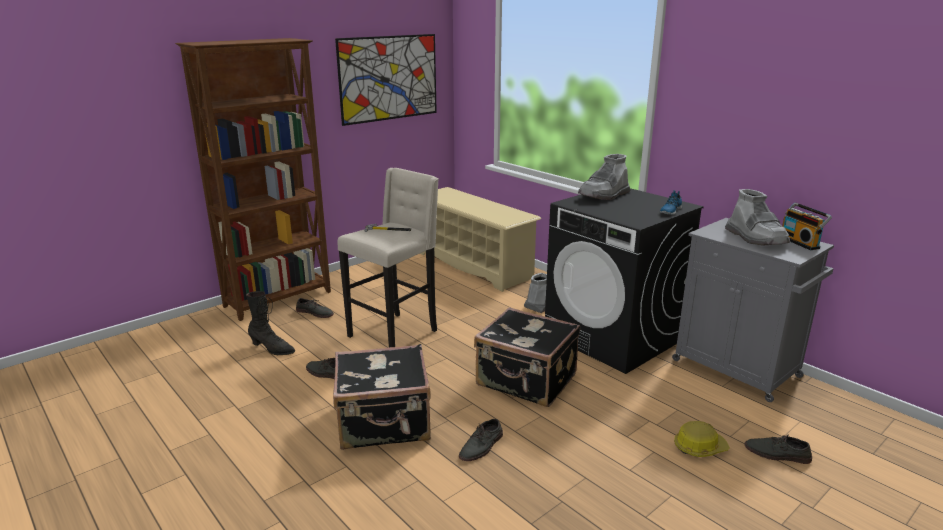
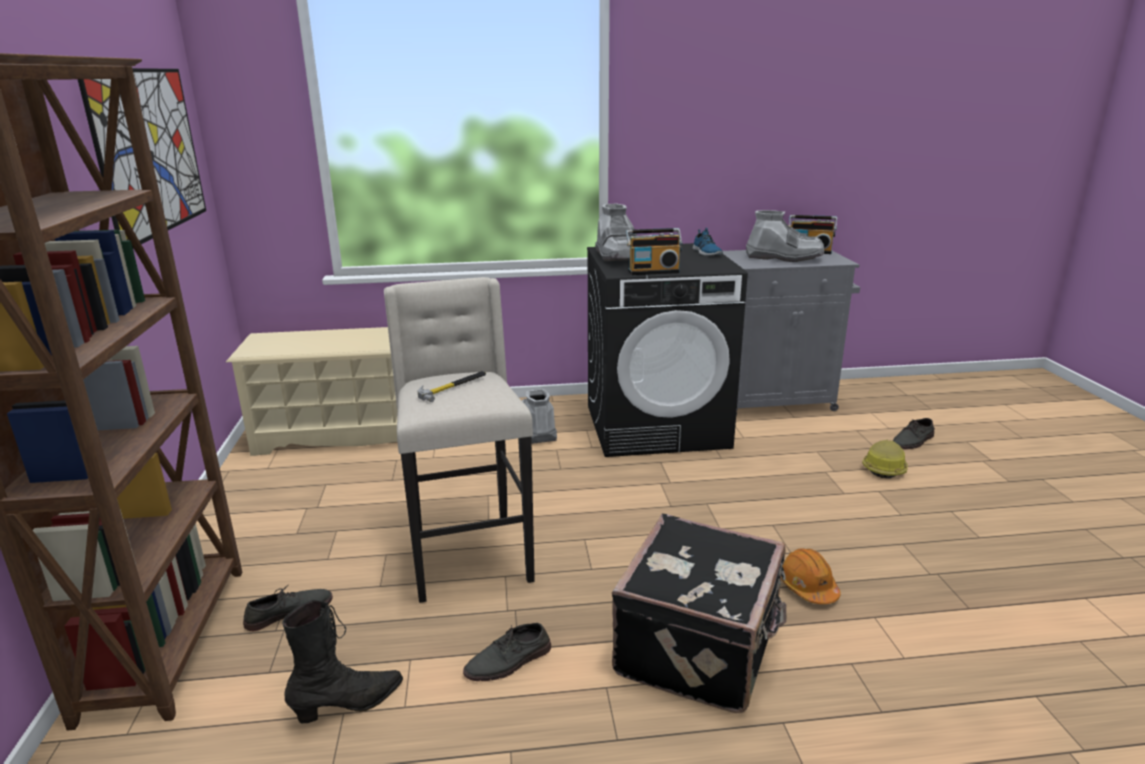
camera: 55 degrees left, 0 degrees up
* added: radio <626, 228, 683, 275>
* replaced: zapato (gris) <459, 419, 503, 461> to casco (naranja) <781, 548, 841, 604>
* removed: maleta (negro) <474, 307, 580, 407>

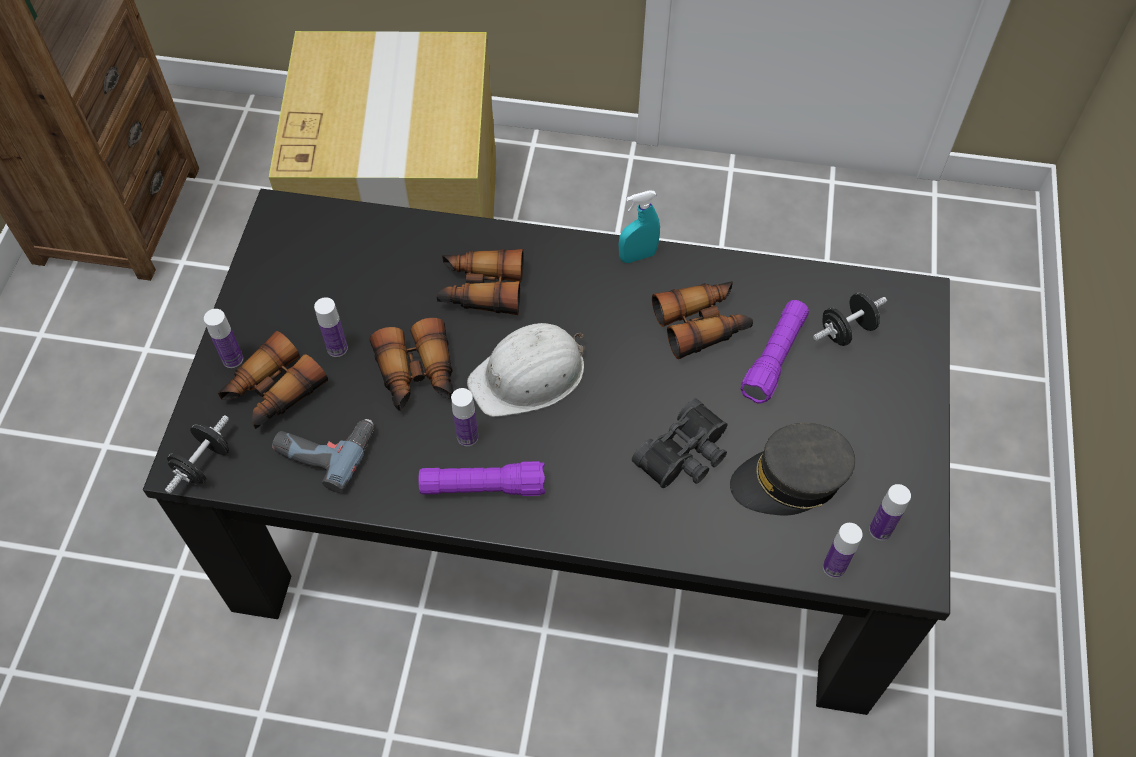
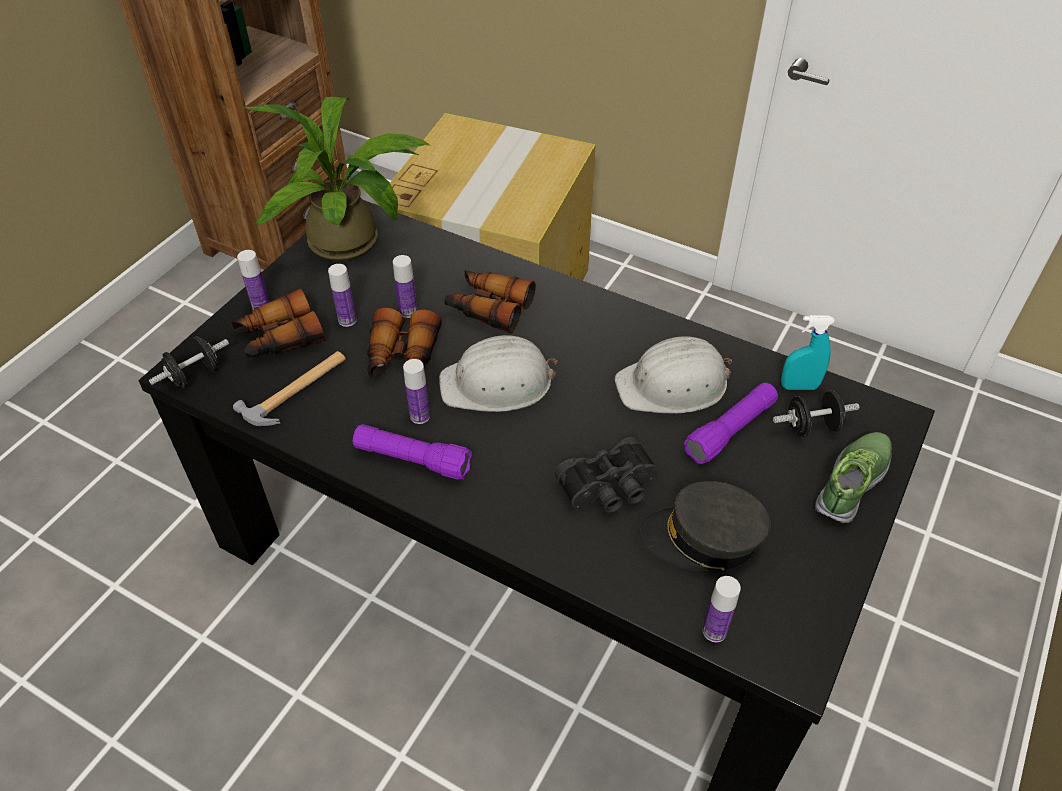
camera: 20 degrees right, 10 degrees down
* replaced: taladro <272, 419, 374, 493> to martillo <233, 351, 346, 426>
* added: planta en maceta <244, 97, 431, 261>
* moved: botella <869, 484, 911, 540> to <393, 255, 418, 318>
* replaced: prismáticos <652, 281, 753, 359> to casco (blanco) <615, 336, 732, 414>
* moved: pulverizador (turquesa) <619, 190, 660, 263> to <781, 315, 835, 390>
* added: zapato <815, 432, 892, 523>

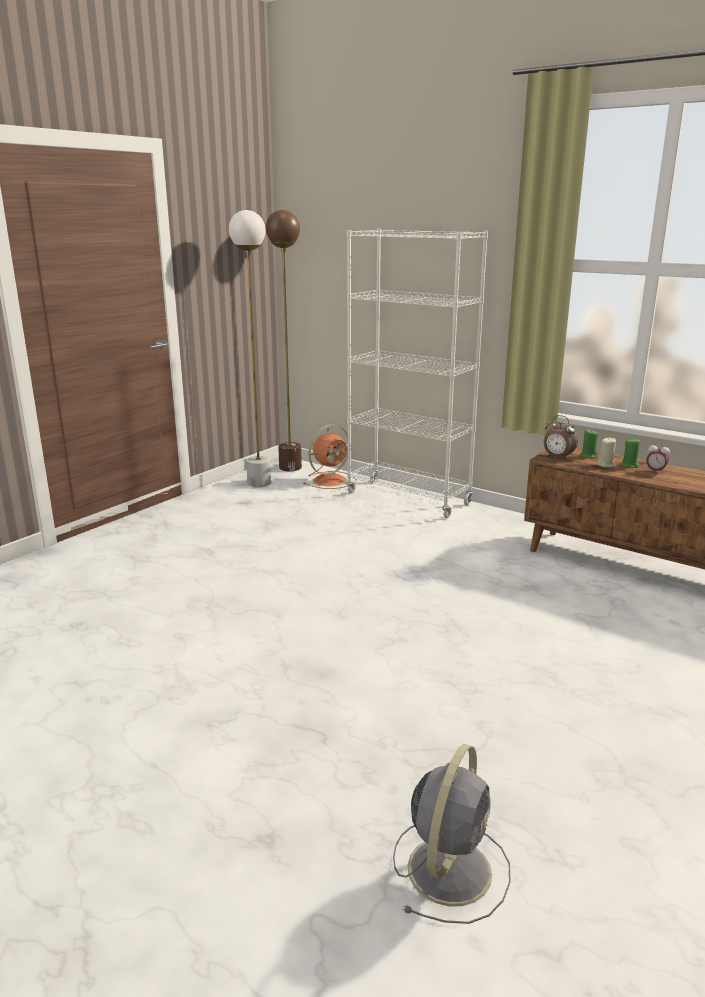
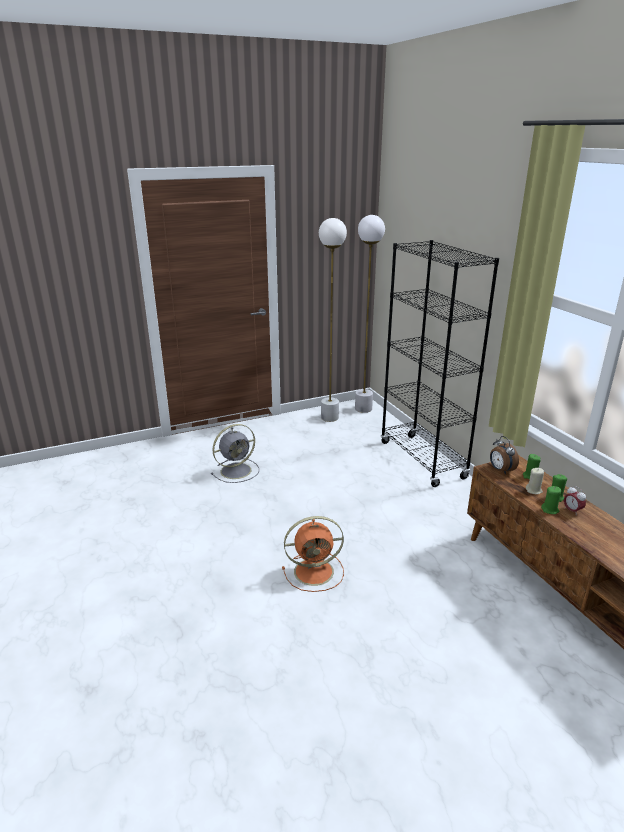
camera: 30 degrees right, 5 degrees up
* moved: ventilador (gris) <393, 744, 511, 924> to <211, 424, 259, 483>
* moved: ventilador (naranja) <303, 424, 356, 489> to <282, 516, 344, 592>
* recoloured: lámpara de pie (marrón) <265, 210, 302, 472> to lámpara de pie (blanco) <355, 215, 385, 413>
* recoloured: estantería (blanco) <346, 229, 488, 518> to estantería (negro) <381, 240, 499, 487>
* added: vela (verde) <541, 486, 561, 514>

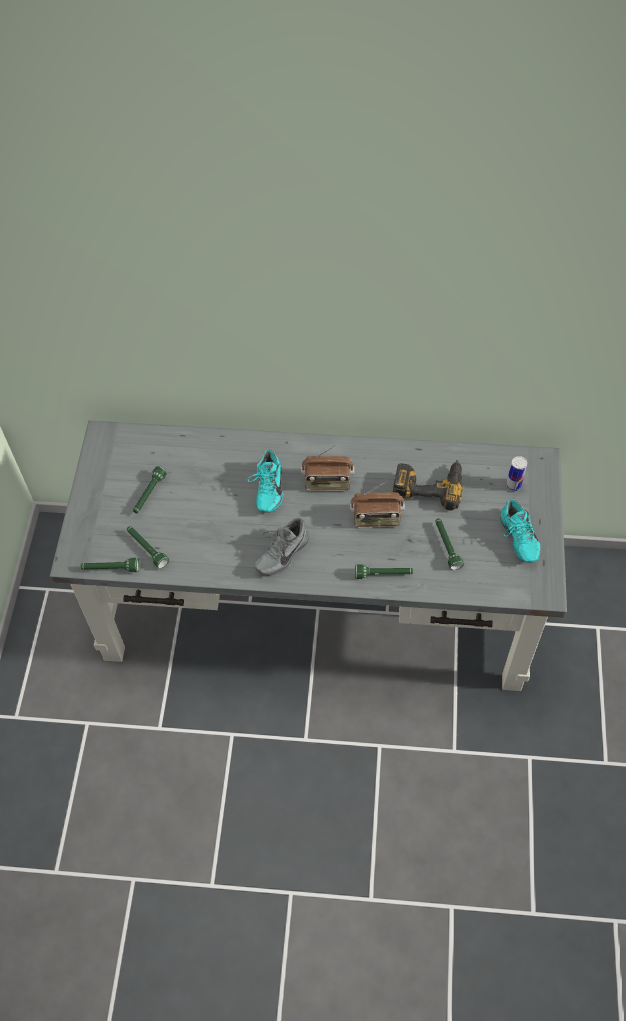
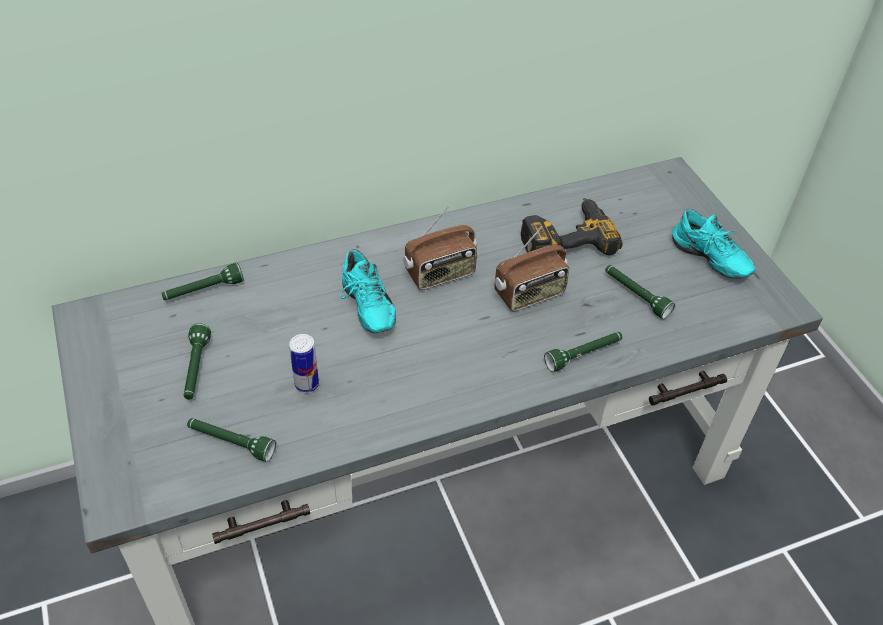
camera: 30 degrees left, 10 degrees down
* moved: linterna (verde) <81, 558, 139, 572> to <161, 263, 244, 300>
* moved: lata <506, 456, 527, 491> to <289, 334, 319, 393>
* removed: zapato (gris) <255, 518, 309, 575>

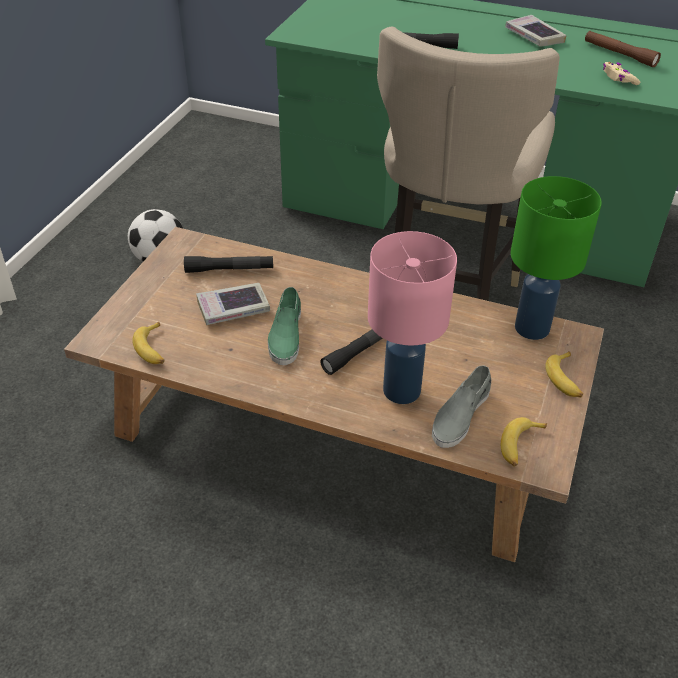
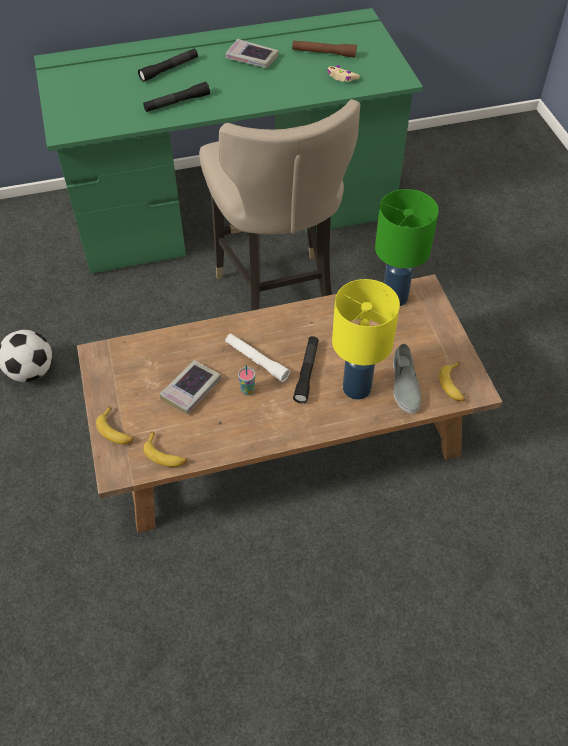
camera: 35 degrees left, 10 degrees up
* moved: plátano <545, 352, 583, 397> to <96, 406, 134, 444>
* moved: linterna (negro) <184, 256, 273, 273> to <138, 48, 198, 82>
* added: linterna (blanco) <225, 334, 290, 382>
* replaced: zapato (verde) <268, 287, 301, 365> to taza <238, 365, 255, 395>
* recoloured: lámpara de mesa (rosa) <368, 231, 457, 404> to lámpara de mesa (amarillo) <332, 279, 400, 400>

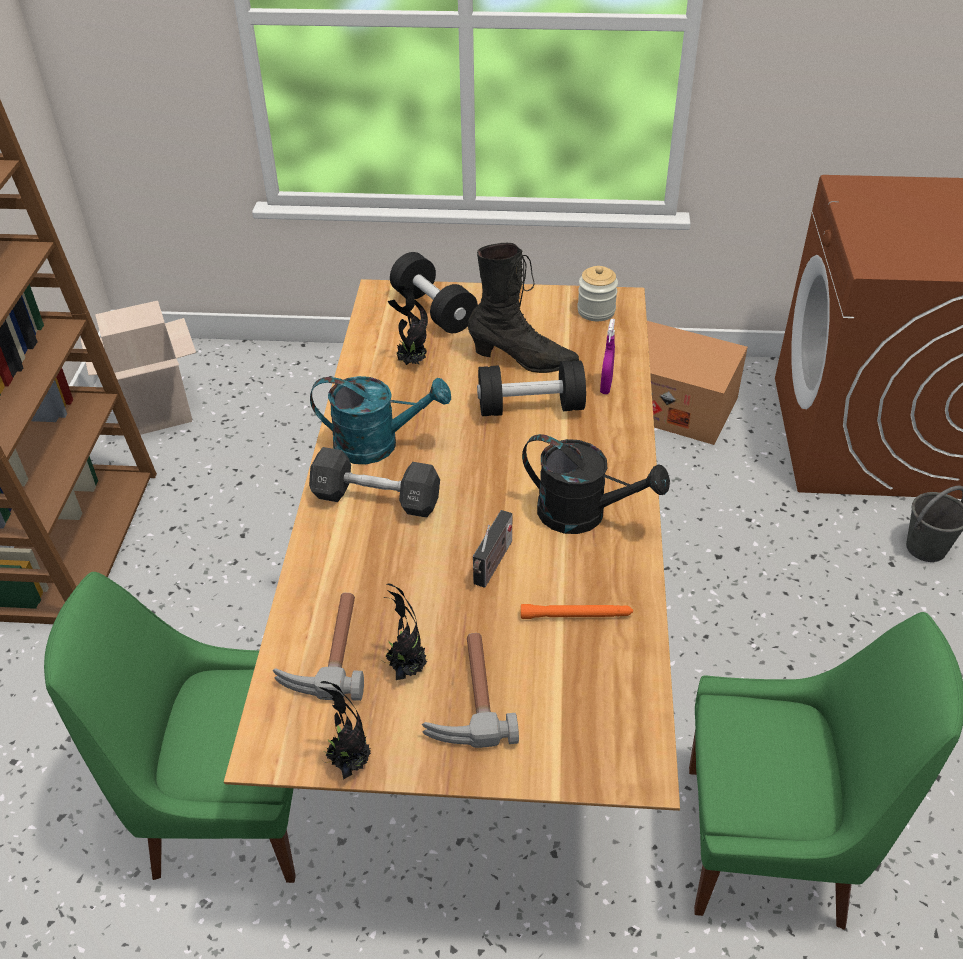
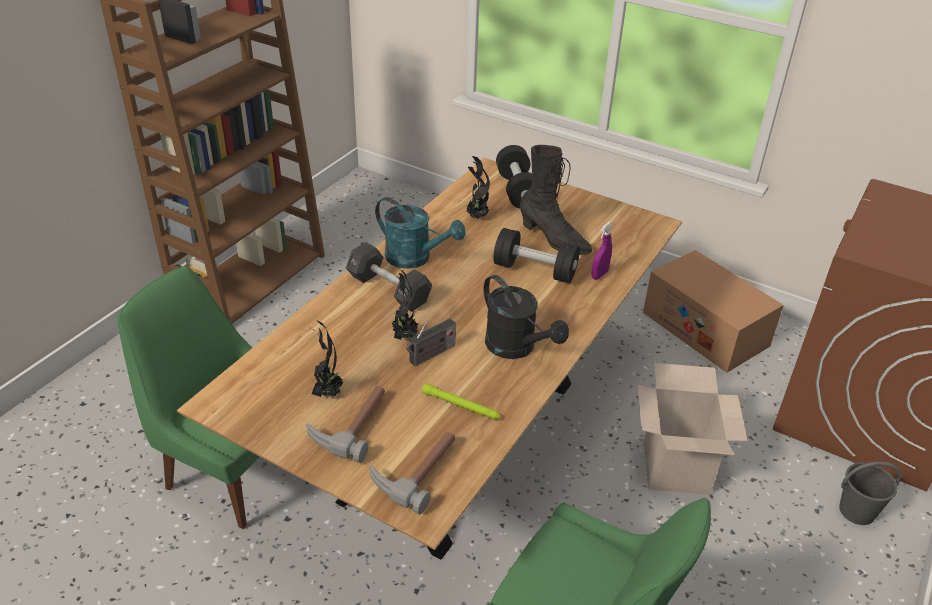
camera: 25 degrees right, 5 degrees down
* moved: martillo <272, 593, 364, 701> to <369, 431, 455, 514>
* moved: planta en maceta <319, 681, 371, 780> to <391, 268, 418, 340>
* recoloured: linterna (naranja) <521, 604, 633, 619> to linterna (verde) <422, 383, 500, 419>
* moved: caja de cartón <80, 301, 196, 435> to <637, 363, 748, 495>
* removed: tarro <577, 266, 618, 321>

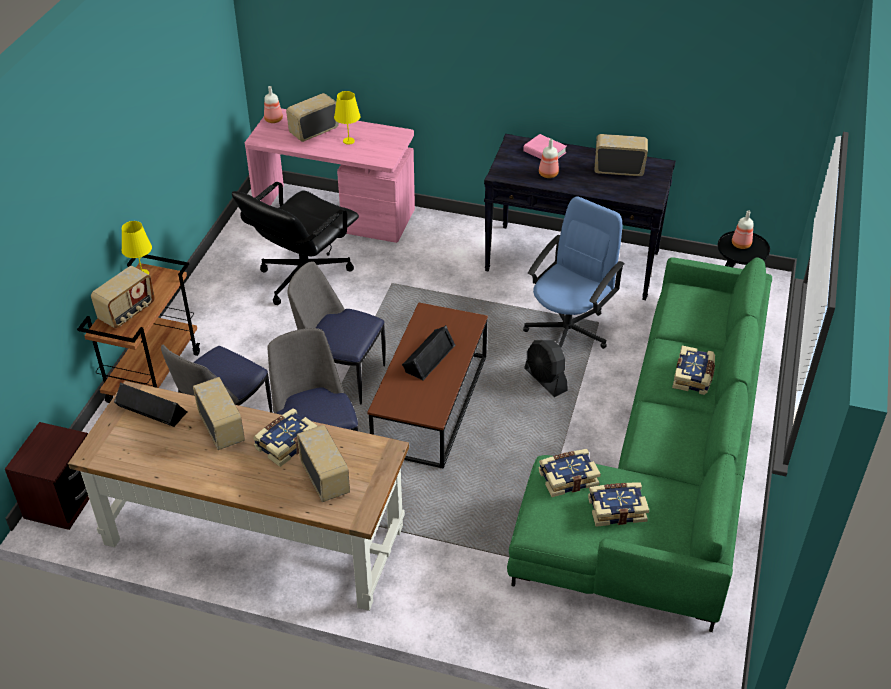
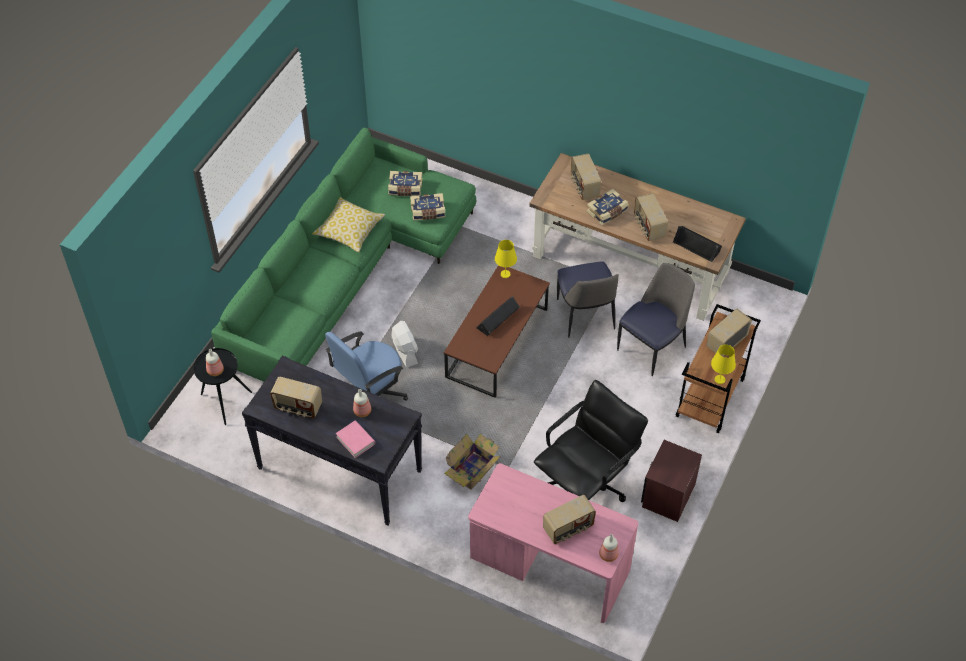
camera: 170 degrees left, 10 degrees up
* added: cojín <312, 197, 385, 252>
* recoloured: ventilador (negro) <524, 340, 568, 397> to ventilador (blanco) <391, 321, 418, 368>
* added: caja de cartón <444, 434, 501, 490>
* moved: lámpara de mesa (amarillo) <334, 91, 360, 145> to <495, 240, 517, 278>
* moved: mesita de noche (marrón) <5, 422, 89, 530> to <641, 440, 702, 522>
* removed: silla <287, 261, 385, 405>
* removed: libro <672, 345, 715, 395>

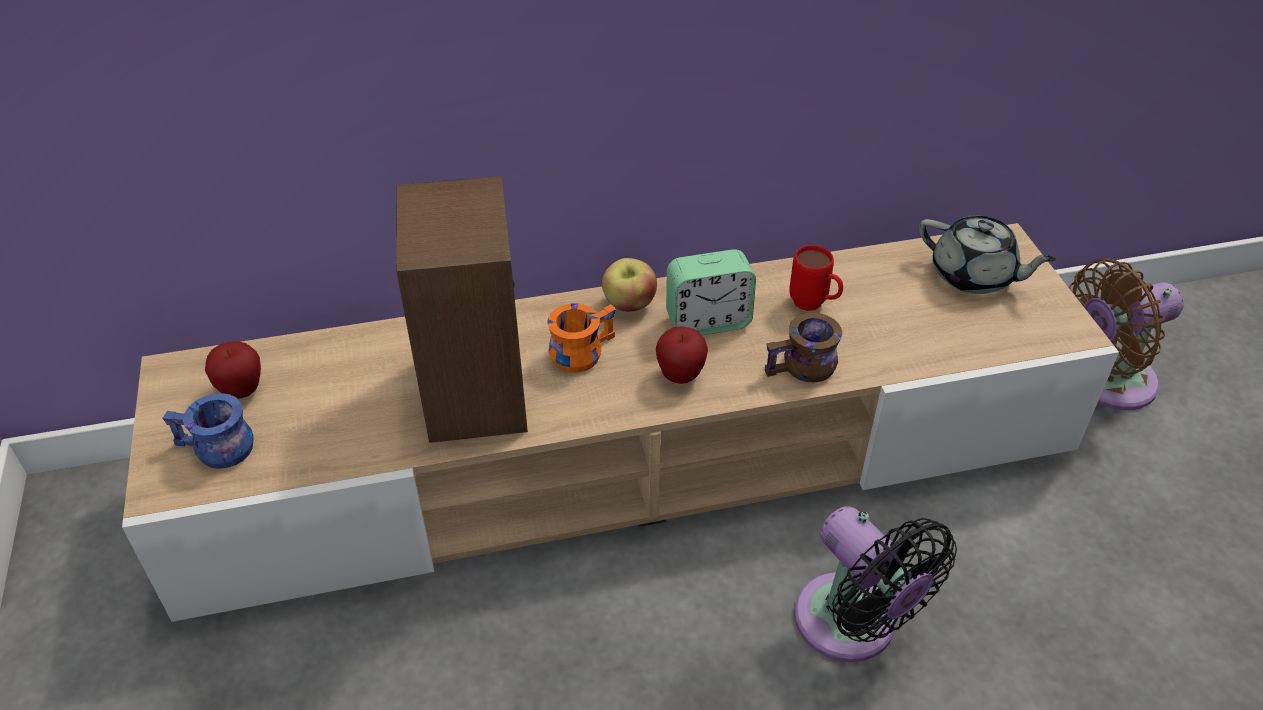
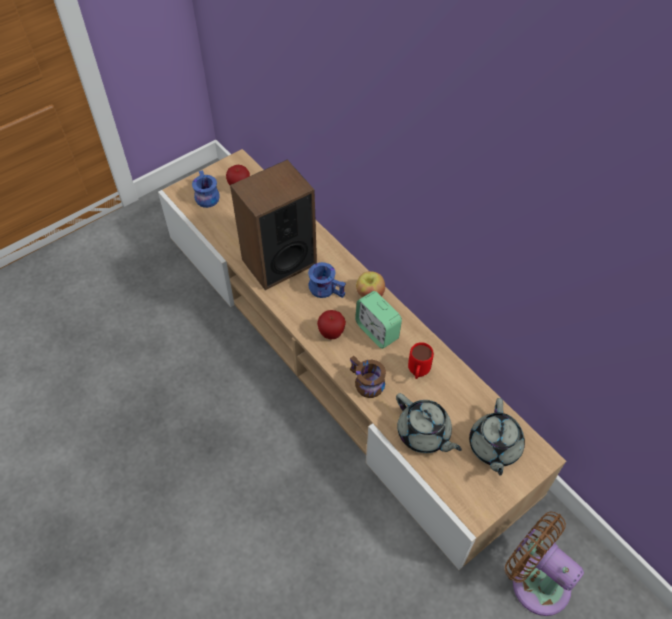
camera: 65 degrees right, 10 degrees up
* recoloured: taza grande (naranja) <547, 304, 616, 373> to taza grande (azul) <308, 262, 346, 298>
* added: tetera (gris) <396, 393, 462, 453>
* removed: ventilador (negro) <794, 506, 957, 662>

